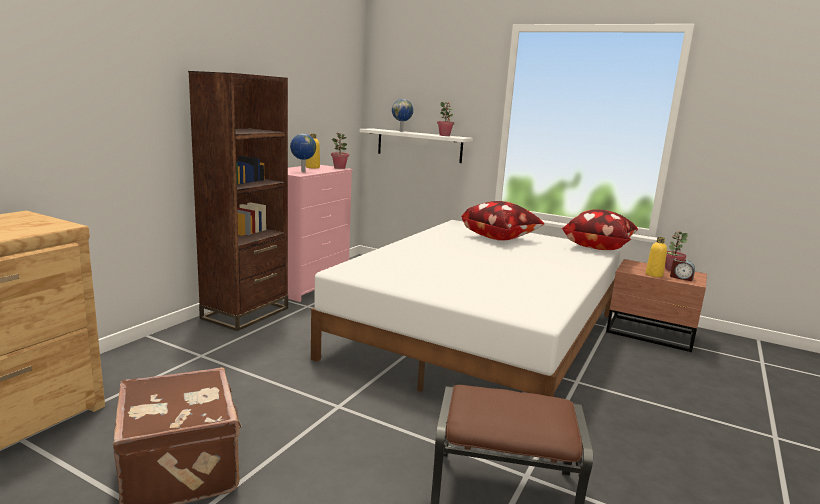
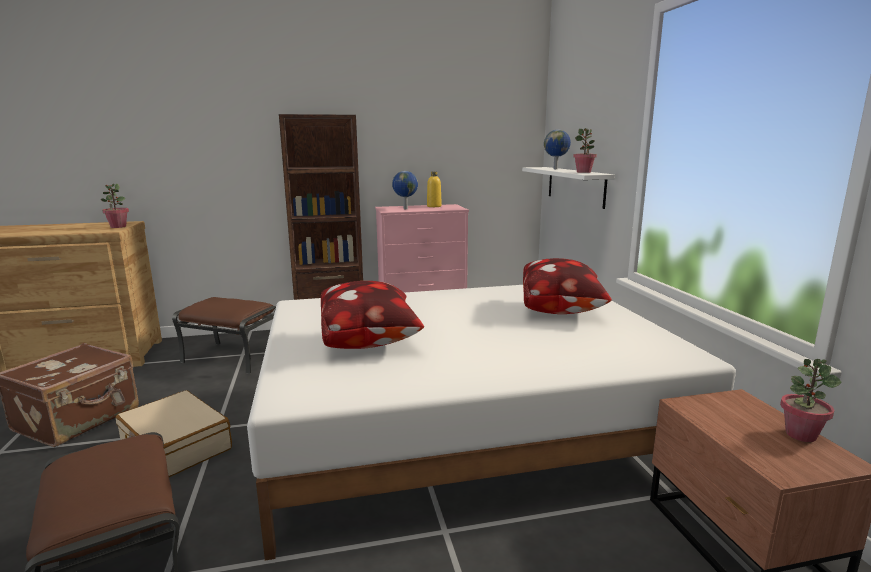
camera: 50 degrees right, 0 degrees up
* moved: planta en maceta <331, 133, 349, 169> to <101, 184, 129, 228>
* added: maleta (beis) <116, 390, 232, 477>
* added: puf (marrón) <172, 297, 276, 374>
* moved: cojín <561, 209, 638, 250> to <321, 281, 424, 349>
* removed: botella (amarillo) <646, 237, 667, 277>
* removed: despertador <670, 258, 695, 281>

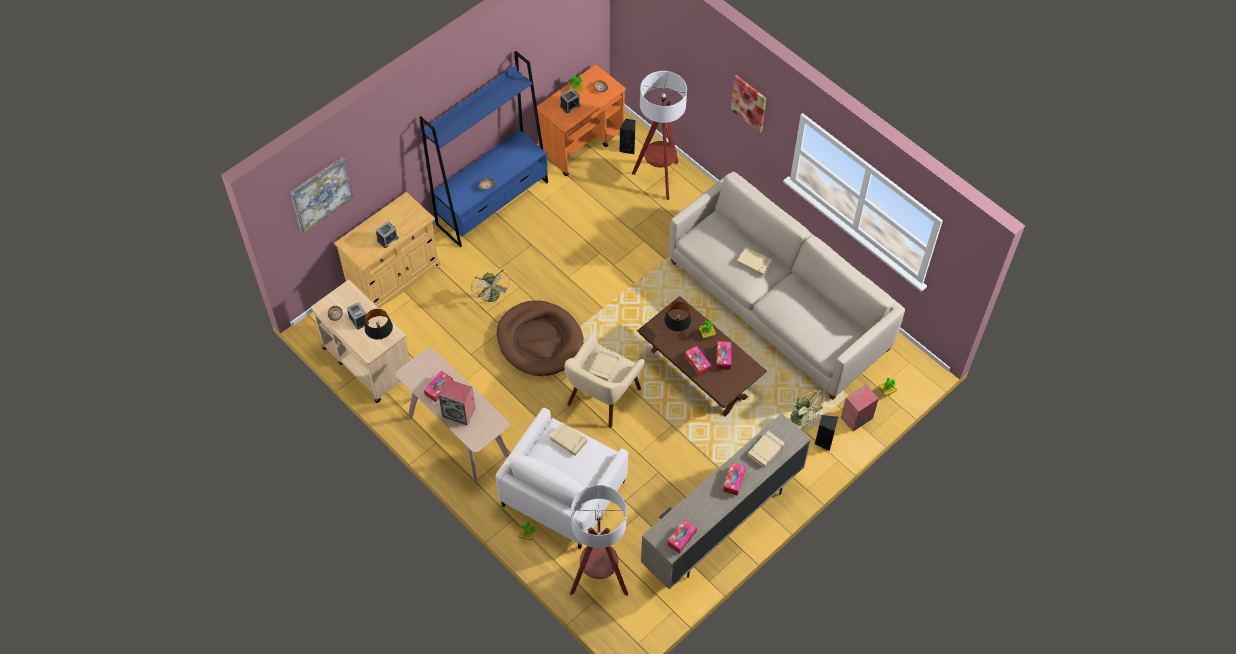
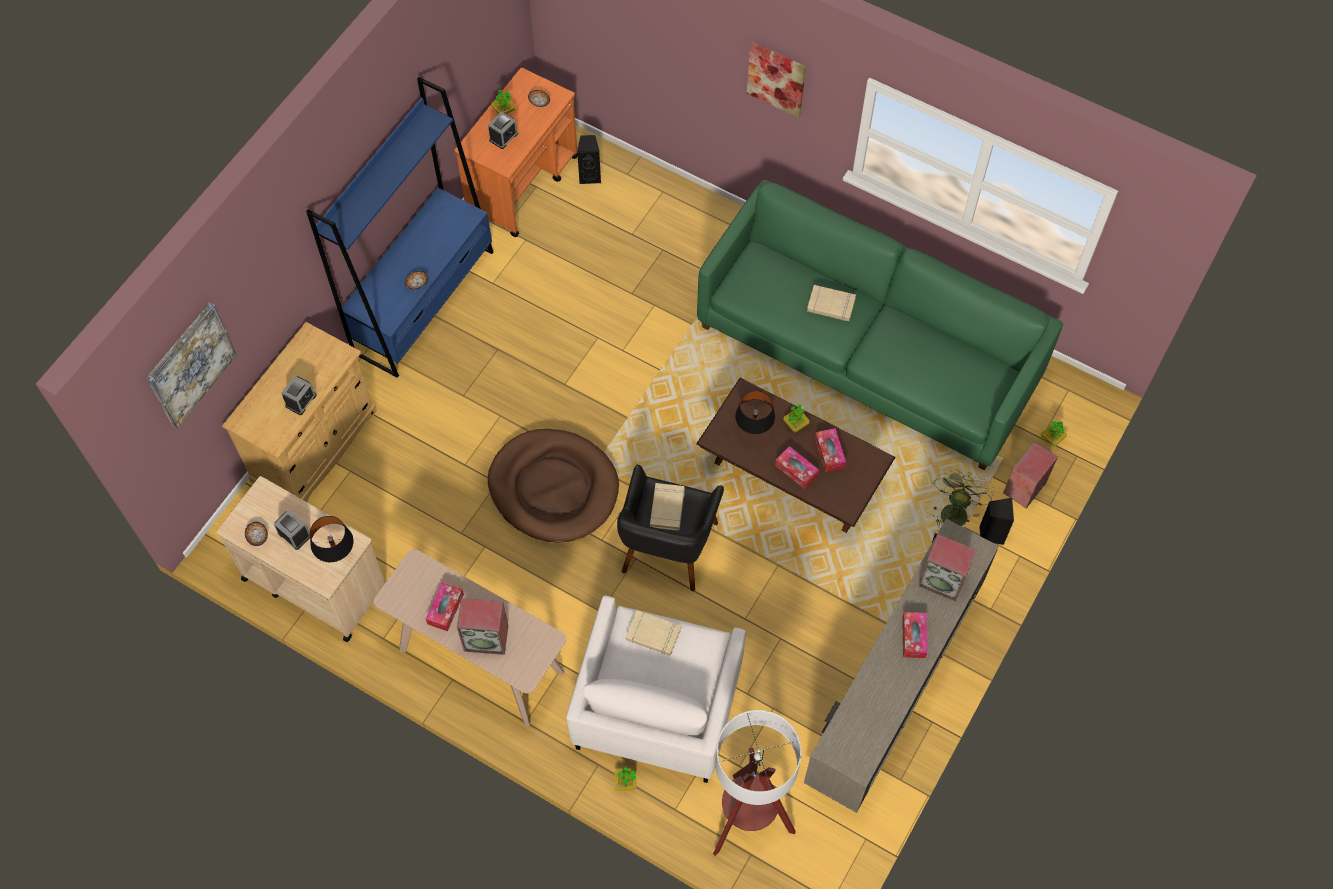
camera: 15 degrees left, 5 degrees up
* recoloured: sillón (beis) <565, 333, 645, 428> to sillón (negro) <617, 464, 724, 591>
* recoloured: sofá (beis) <668, 172, 905, 400> to sofá (verde) <697, 180, 1063, 470>
* replaced: libro (beis) <748, 431, 784, 467> to altavoz <918, 534, 977, 601>
* turned: ventilador (verde) <791, 390, 827, 429> = <932, 468, 995, 528> 105 degrees counterclockwise
* removed: ventilador (beis) <471, 268, 511, 305>
* removed: lámpara de pie <632, 71, 687, 200>
* removed: caja de pañuelos <667, 519, 697, 554>

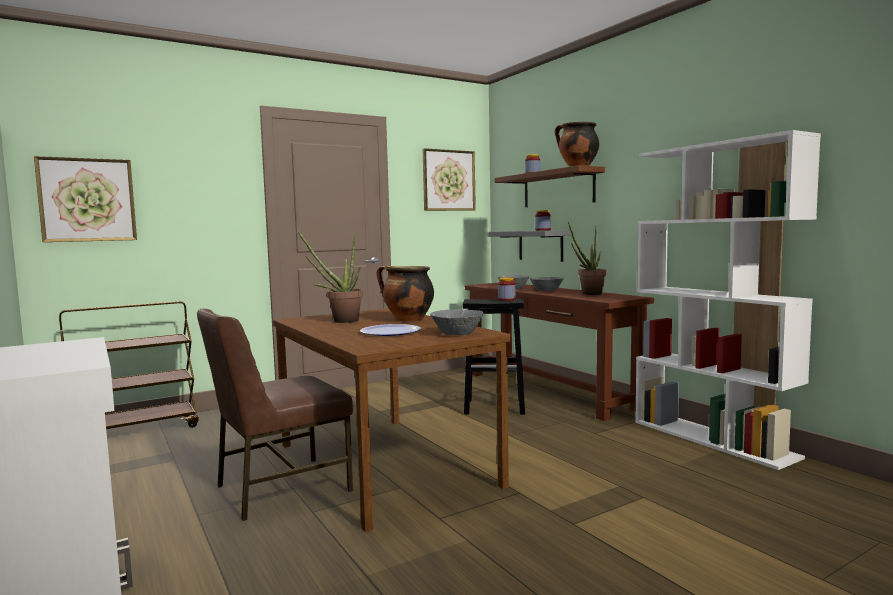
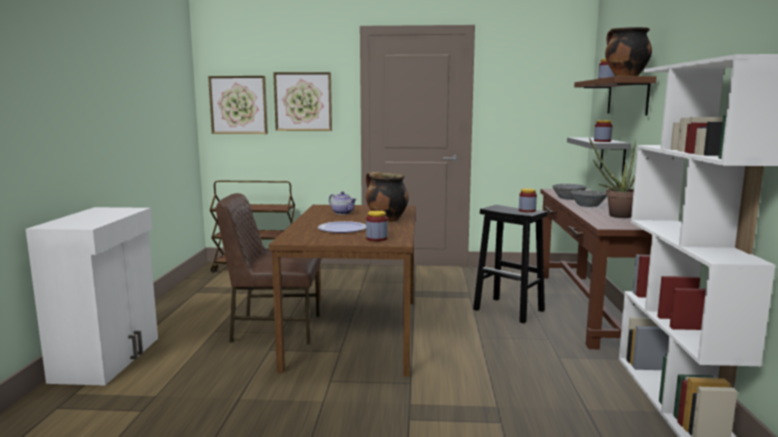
camera: 35 degrees right, 5 degrees up
* moved: cuadro <423, 148, 476, 211> to <273, 72, 332, 131>
* replaced: planta en maceta <297, 230, 363, 323> to tetera <329, 191, 356, 215>
* replaced: cuenco (gris) <430, 309, 483, 335> to tarro <366, 211, 388, 241>

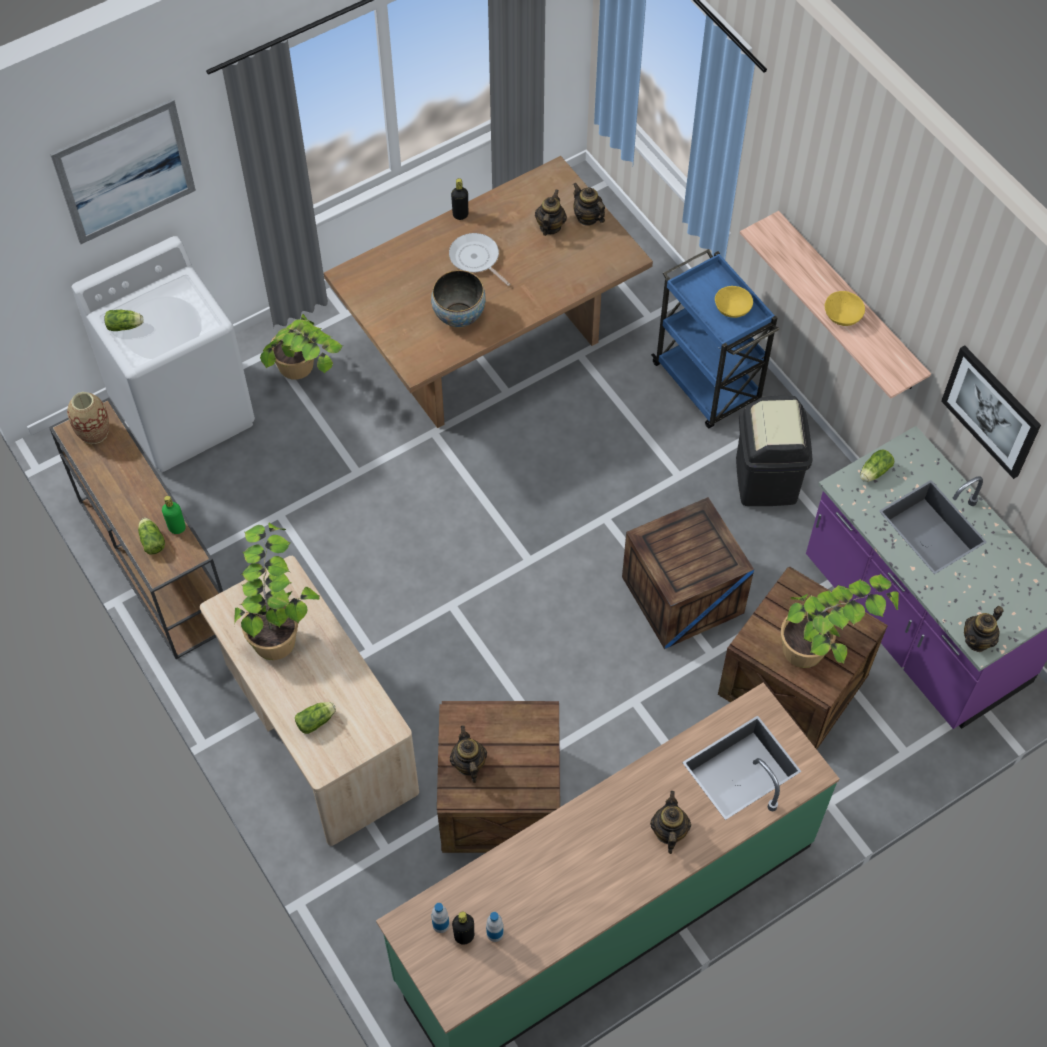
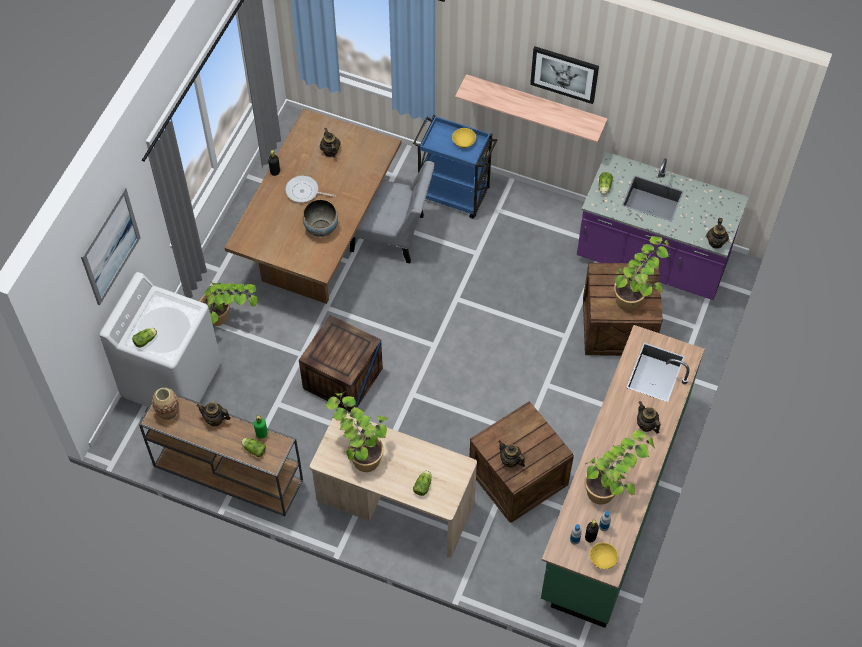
camera: 35 degrees left, 0 degrees up
* moved: tetera <573, 183, 605, 226> to <196, 402, 231, 427>
* moved: caja de embalaje <622, 497, 754, 649> to <299, 315, 383, 412>
* added: silla (gris) <350, 161, 435, 263>
* moved: cuadro <941, 345, 1041, 479> to <530, 46, 599, 104>
* added: planta en maceta <584, 429, 655, 504>
* moved: cuenco (amarillo) <825, 291, 865, 326> to <590, 543, 618, 569>
* removed: papelera (negro) <736, 395, 812, 506>

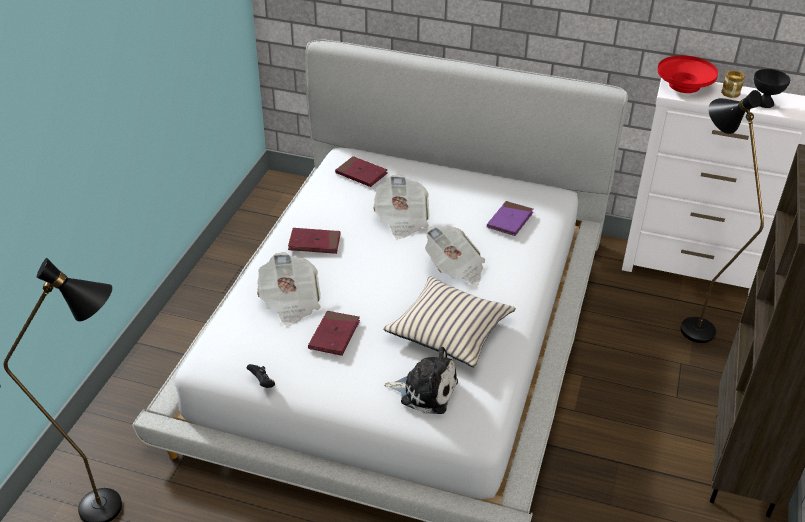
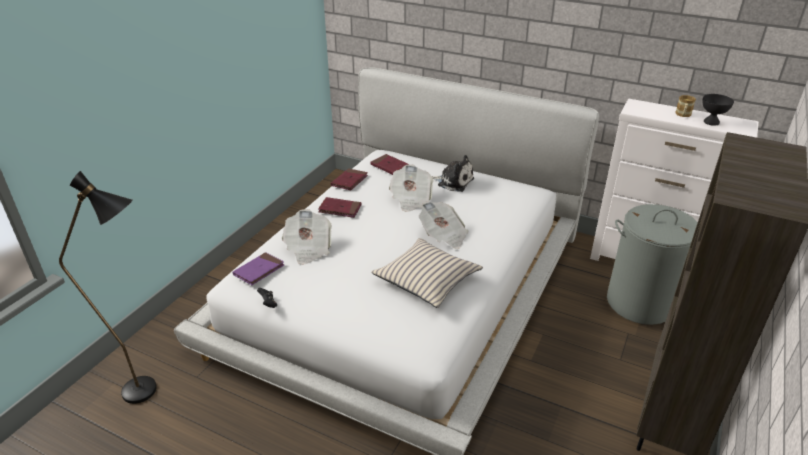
camera: 10 degrees right, 5 degrees down
* moved: libro (morado) <487, 201, 534, 236> to <233, 252, 284, 285>
* moved: libro (rojo) <308, 311, 360, 356> to <331, 168, 368, 190>
* moved: peluche <384, 347, 458, 414> to <432, 155, 474, 192>
* replaced: lámpara de pie (negro) <680, 90, 764, 343> to cesto de la ropa (gris) <607, 204, 698, 325>
* removed: cuenco (rojo) <658, 55, 718, 93>

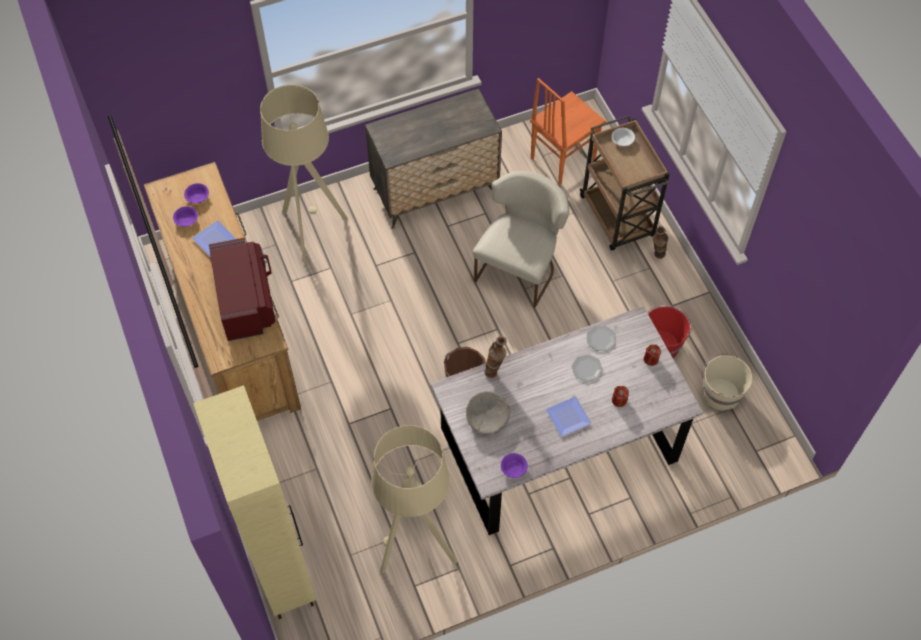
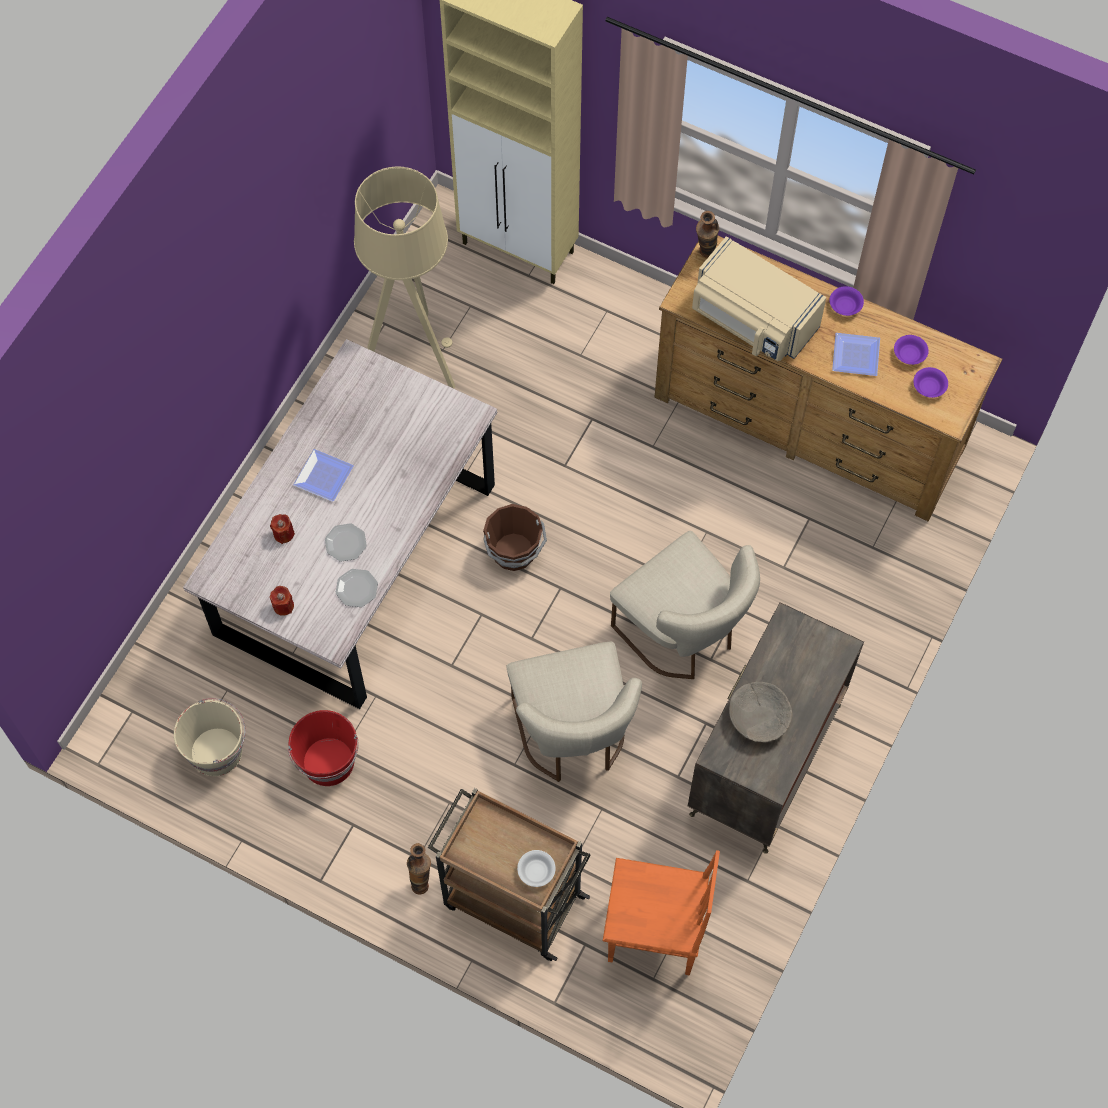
camera: 140 degrees right, 5 degrees up
* turned: silla (naranja) <530, 78, 607, 185> = <603, 850, 720, 975> 90 degrees clockwise
* added: silla (beis) <610, 531, 760, 679>
* recoloured: microondas (rojo) <209, 238, 276, 341> to microondas (beis) <692, 236, 826, 361>
* moved: florero <485, 336, 507, 378> to <696, 211, 719, 258>
* moved: cuenco (beis) <466, 391, 510, 434> to <729, 682, 793, 743>
* moved: cuenco (morado) <501, 453, 528, 478> to <830, 286, 864, 316>
* removed: lámpara de pie (beis) <260, 85, 348, 262>

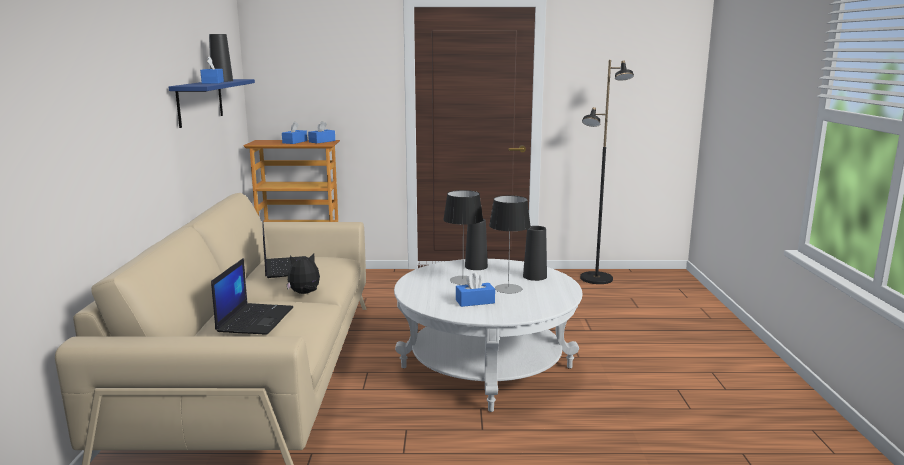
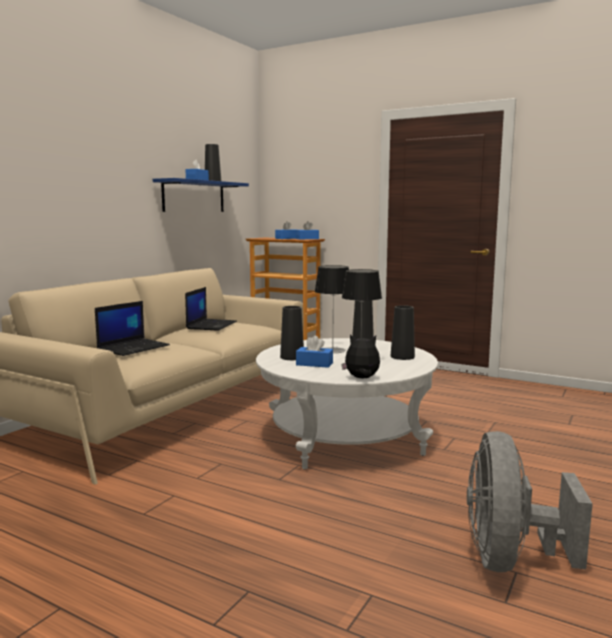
camera: 30 degrees right, 5 degrees down
* added: florero (negro) <280, 306, 304, 360>
* moved: peluche <286, 253, 320, 294> to <341, 335, 380, 378>
* added: ventilador (gris) <467, 431, 593, 572>
* removed: lámpara de pie (negro) <580, 60, 634, 284>

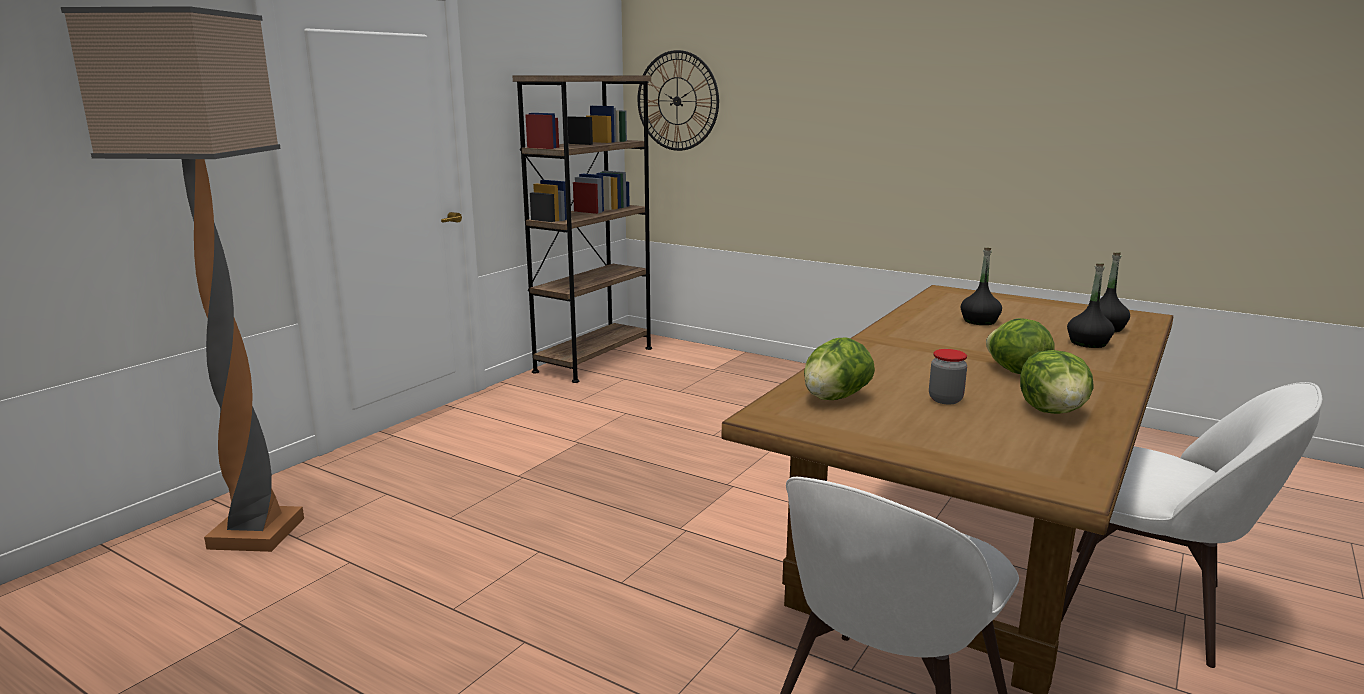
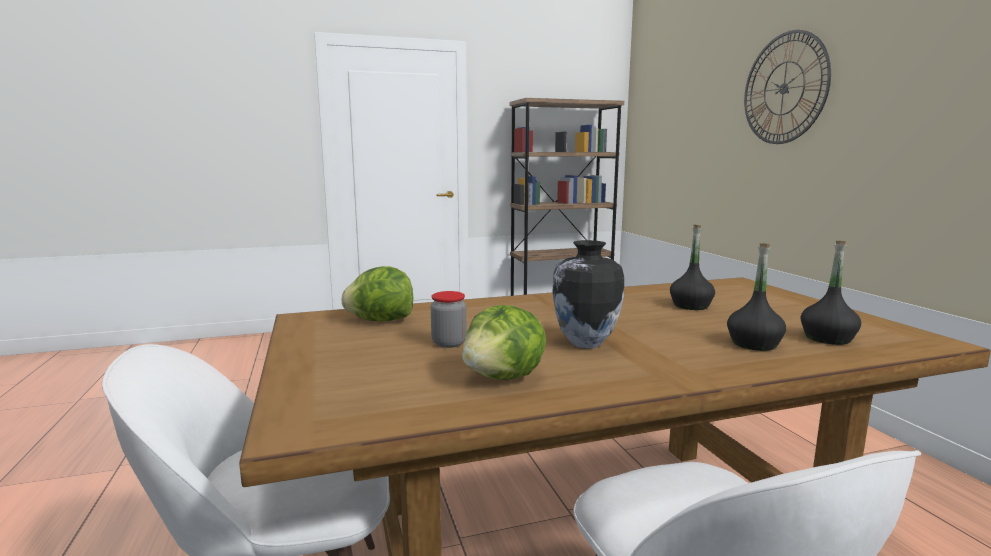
camera: 40 degrees right, 5 degrees down
* replaced: lechuga <986, 318, 1055, 374> to florero <552, 240, 624, 349>
* moved: reloj de pared <638, 50, 719, 151> to <744, 30, 831, 144>
* removed: lámpara de pie <61, 6, 304, 552>

